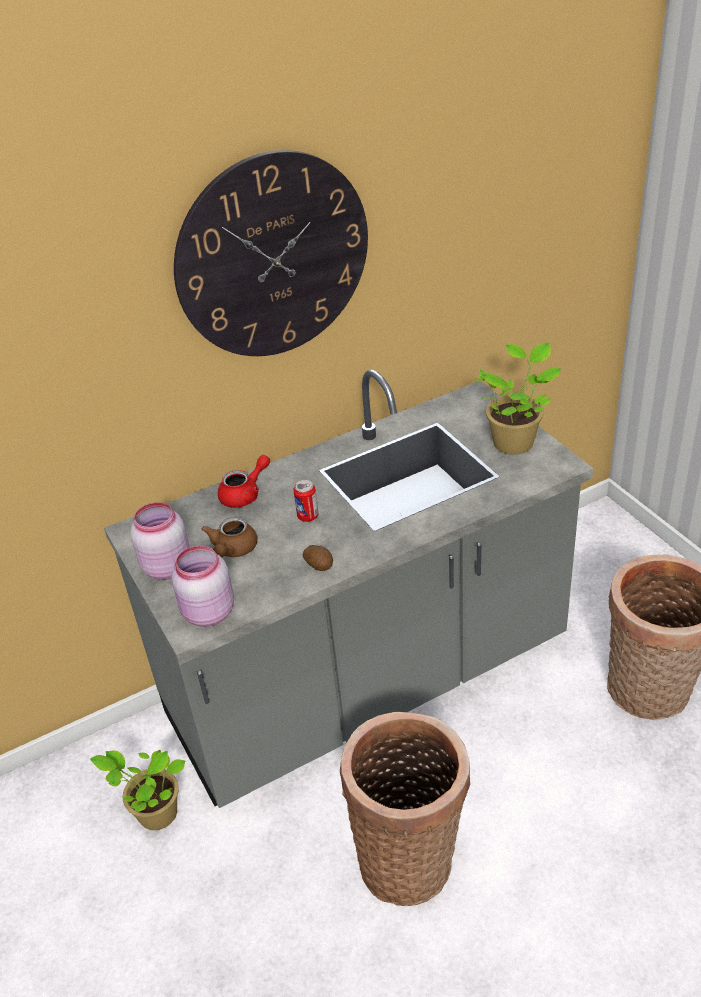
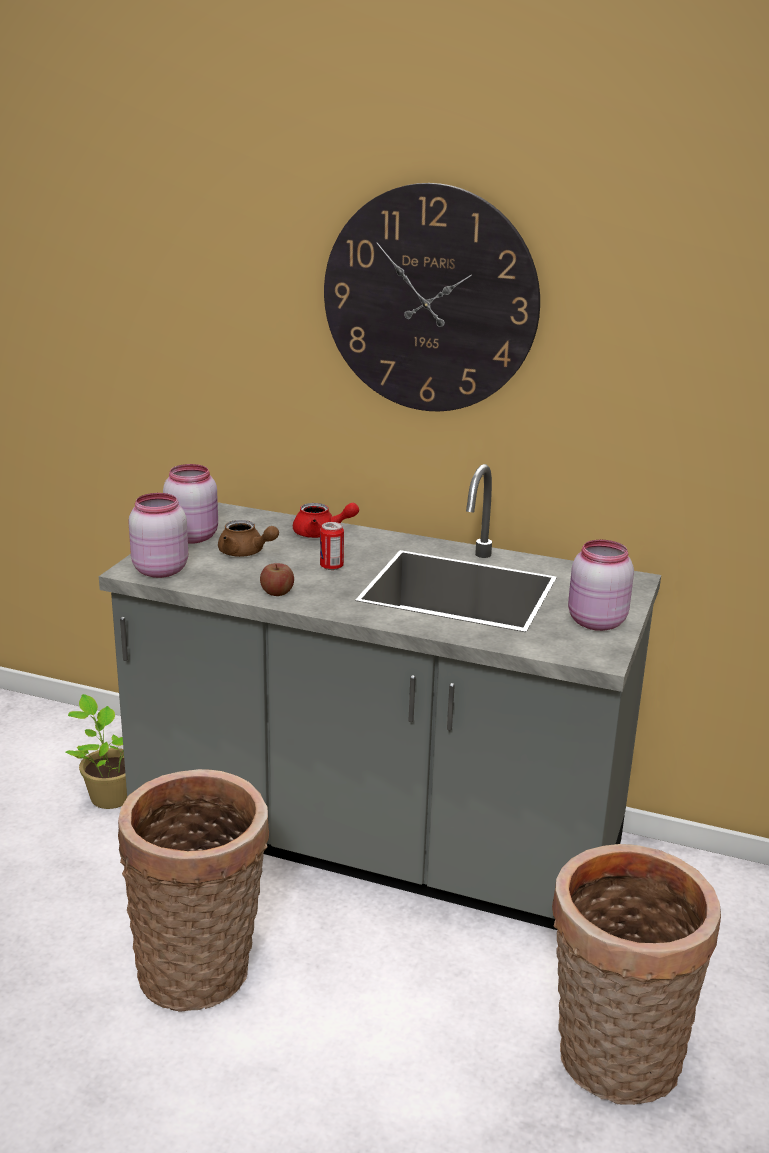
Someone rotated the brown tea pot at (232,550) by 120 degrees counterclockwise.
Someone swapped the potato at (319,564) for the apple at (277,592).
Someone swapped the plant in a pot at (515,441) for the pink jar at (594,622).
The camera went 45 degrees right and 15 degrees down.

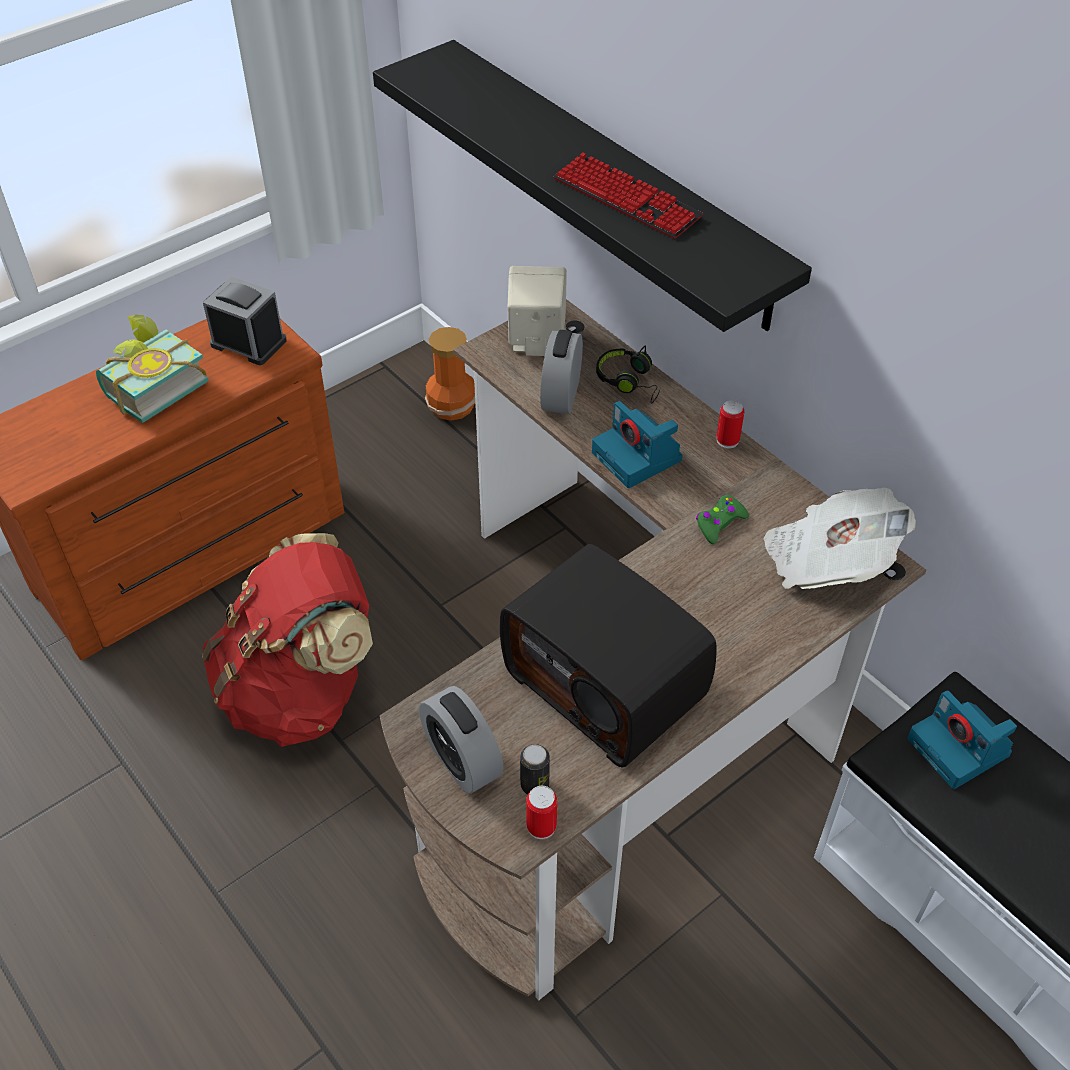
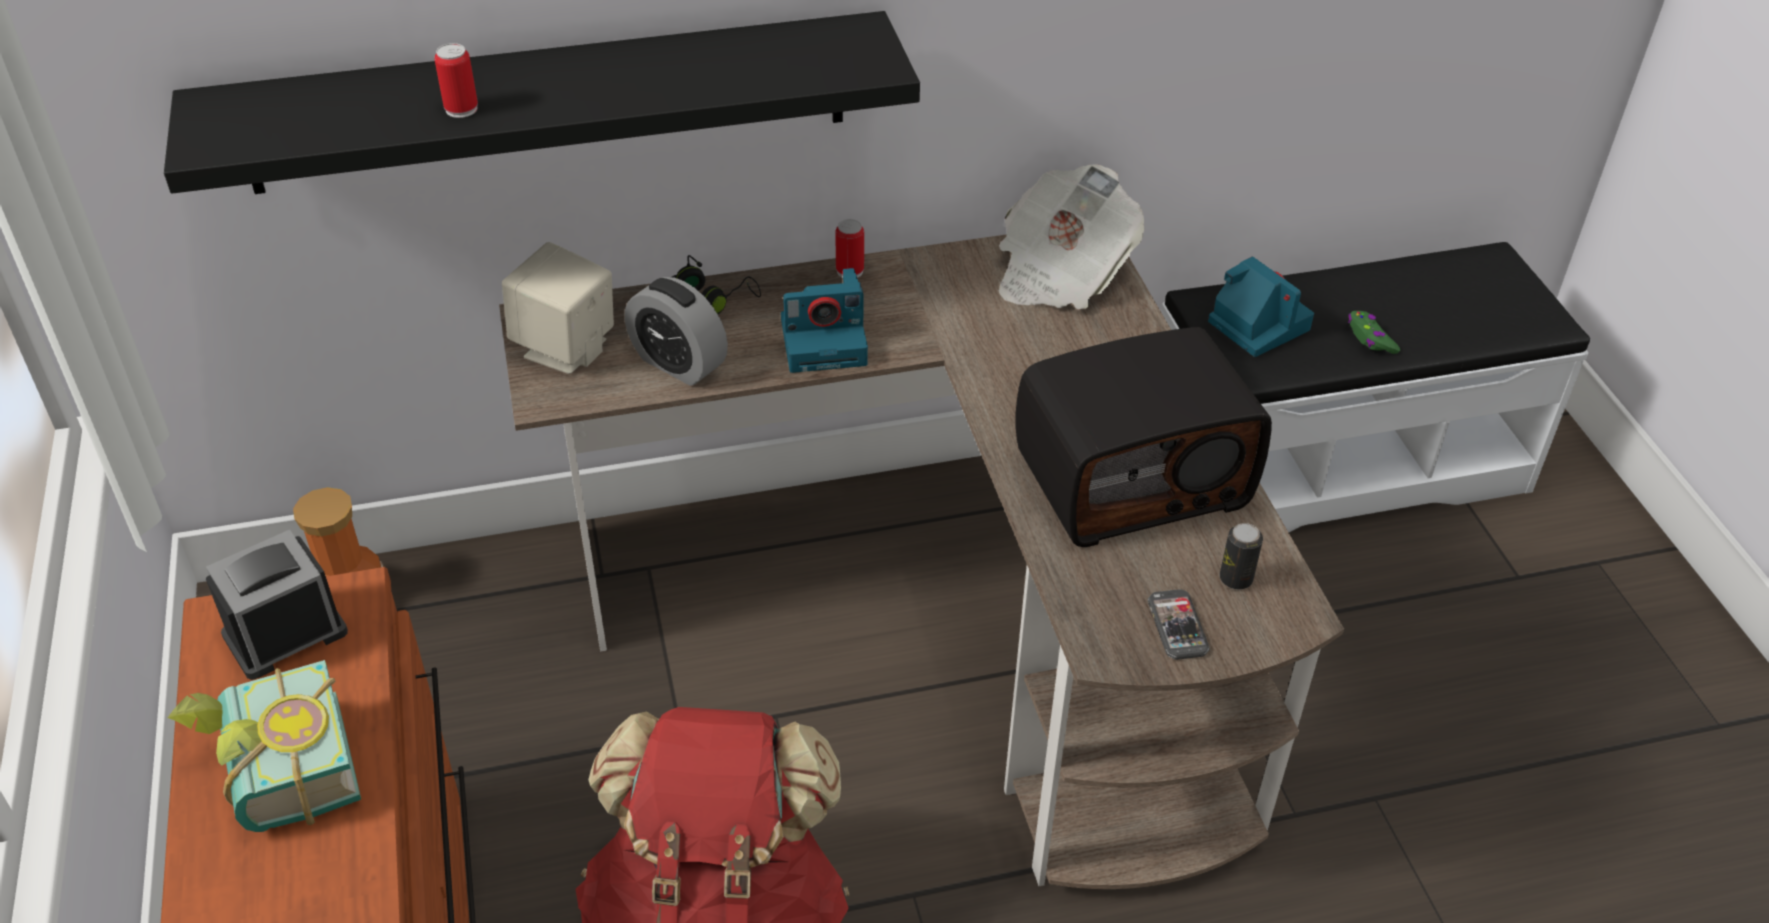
Someone swapped the table clock at (462,760) for the phone at (1177,626).
Someone carried the metal can from (541,826) to (461,109).
Someone took away the keyboard at (626,199).
Someone carried the green game controller from (719,523) to (1370,338).
Someone rotated the photo camera at (960,748) by 120 degrees counterclockwise.
The camera went 65 degrees left and 5 degrees down.

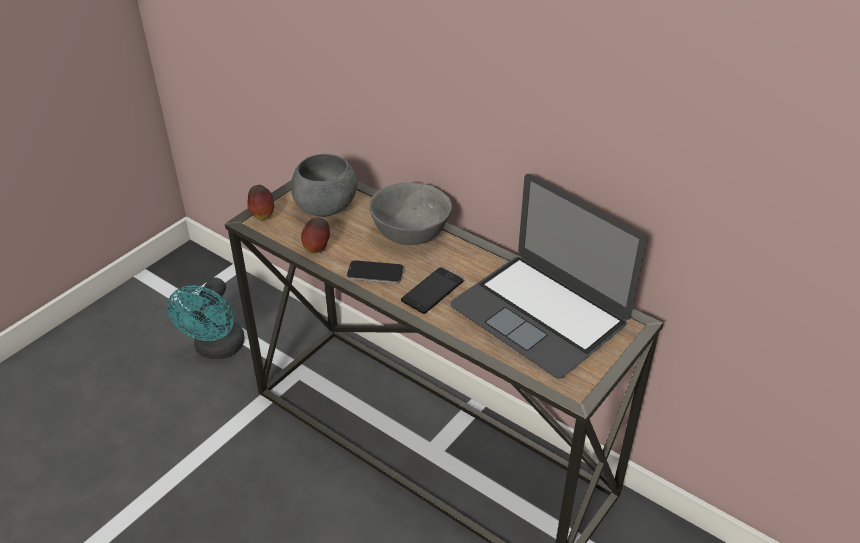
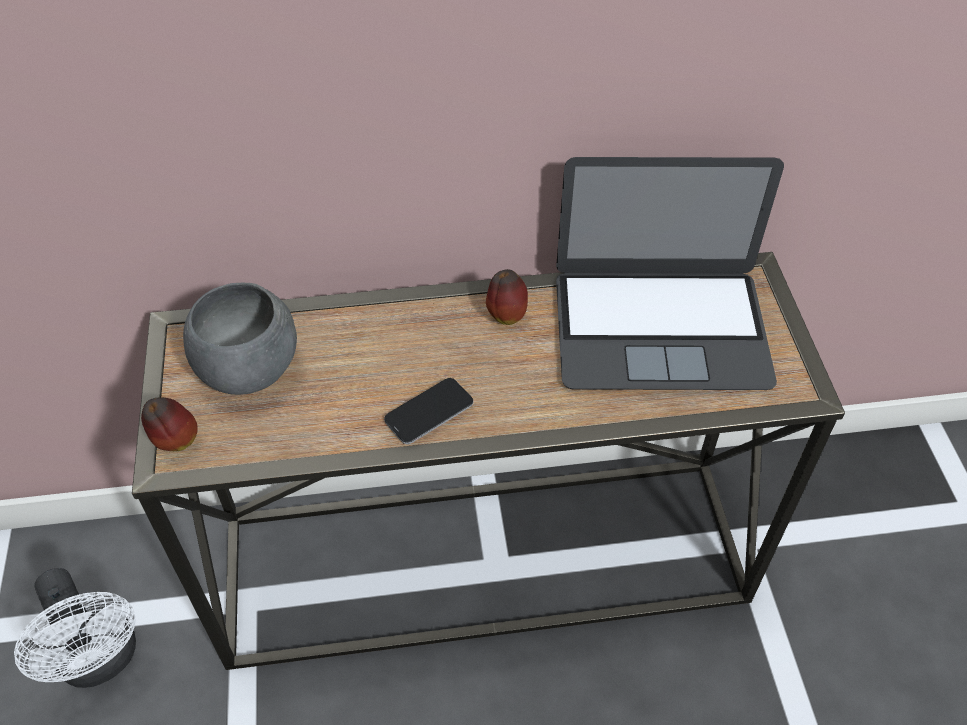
Someone repainted the turquoise cooling fan at (217,349), which became the white-coloured cooling fan at (101,661).
Someone carried the apple from (317,249) to (506,315).
Someone took away the gray deep dish at (410,231).
Someone took away the phone at (432,291).
The camera went 45 degrees left and 10 degrees up.

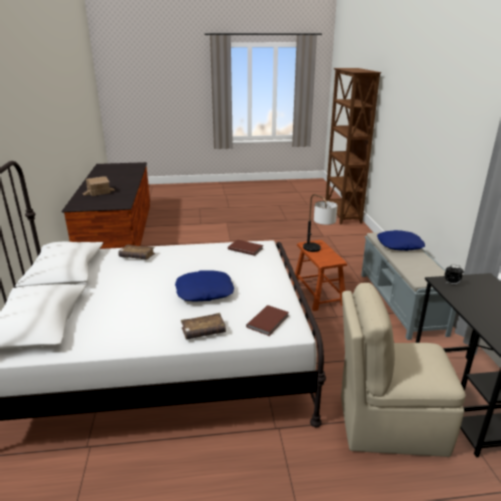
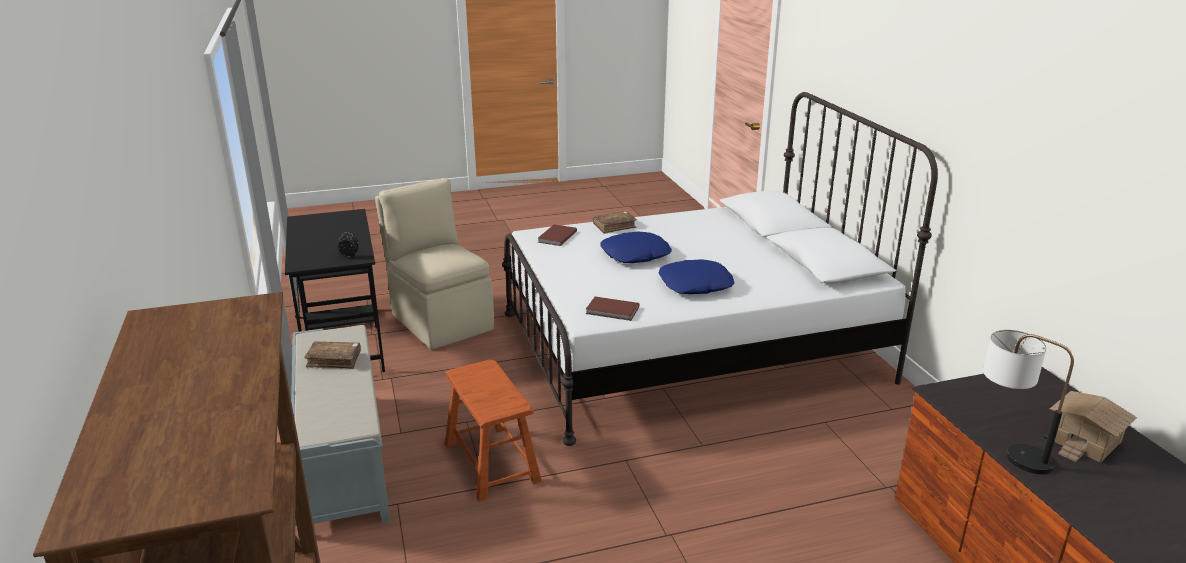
Someone carried the brown volume from (137,256) to (334,360).
Someone carried the lamp for a table from (317,251) to (1008,451).
Someone rotated the beige plain chair at (388,423) by 120 degrees counterclockwise.
Someone carried the bluish throw pillow from (399,245) to (695,285).
The camera went 170 degrees right and 0 degrees up.

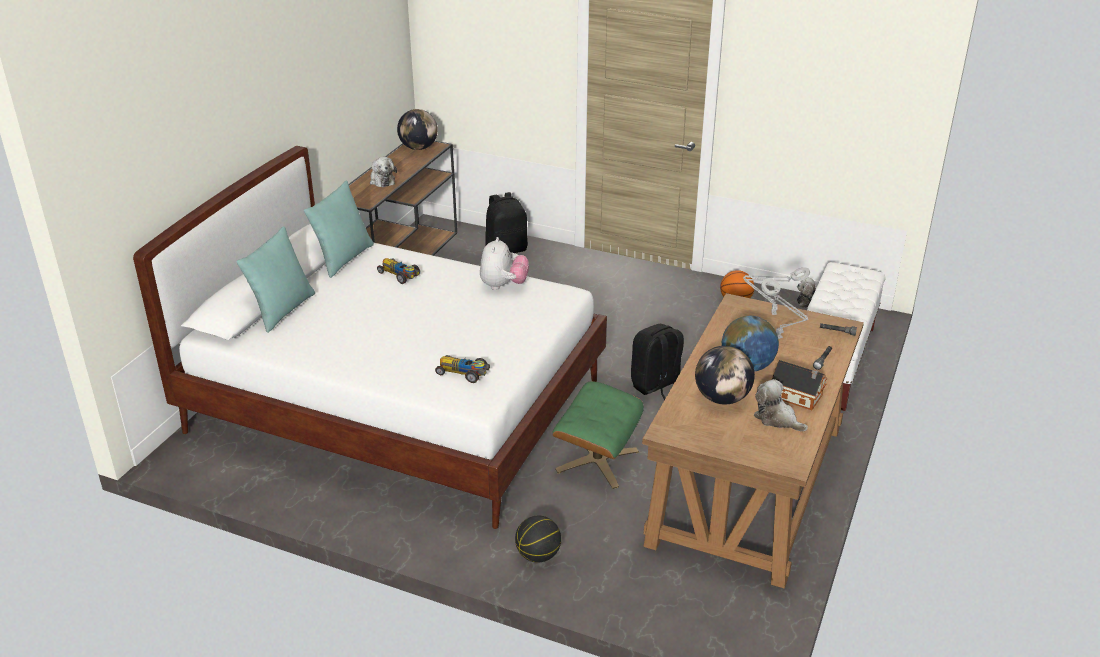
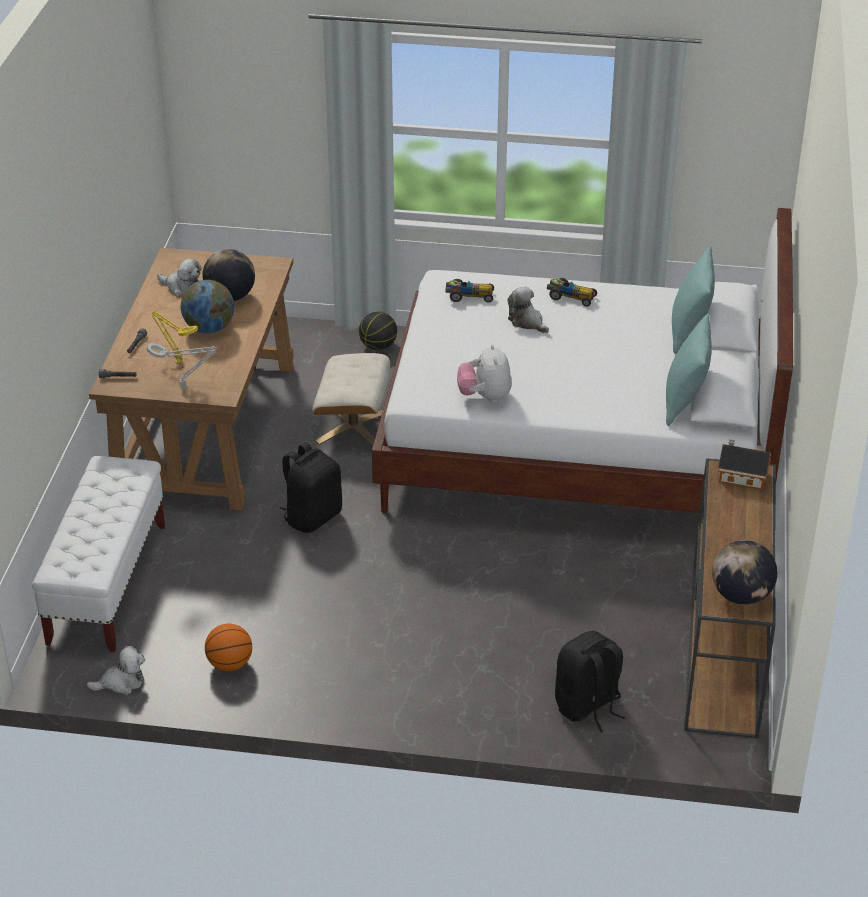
Someone carried the soft toy from (382,180) to (527,322).
Someone carried the toy car from (400,275) to (570,297).
Someone repainted the green ottoman at (597,460), which became the beige ottoman at (354,427).
Someone repainted the gray lamp for a table at (780,339), which became the yellow lamp for a table at (177,361).
Someone carried the miniature house from (798,397) to (741,476).
The camera went 165 degrees right and 5 degrees up.

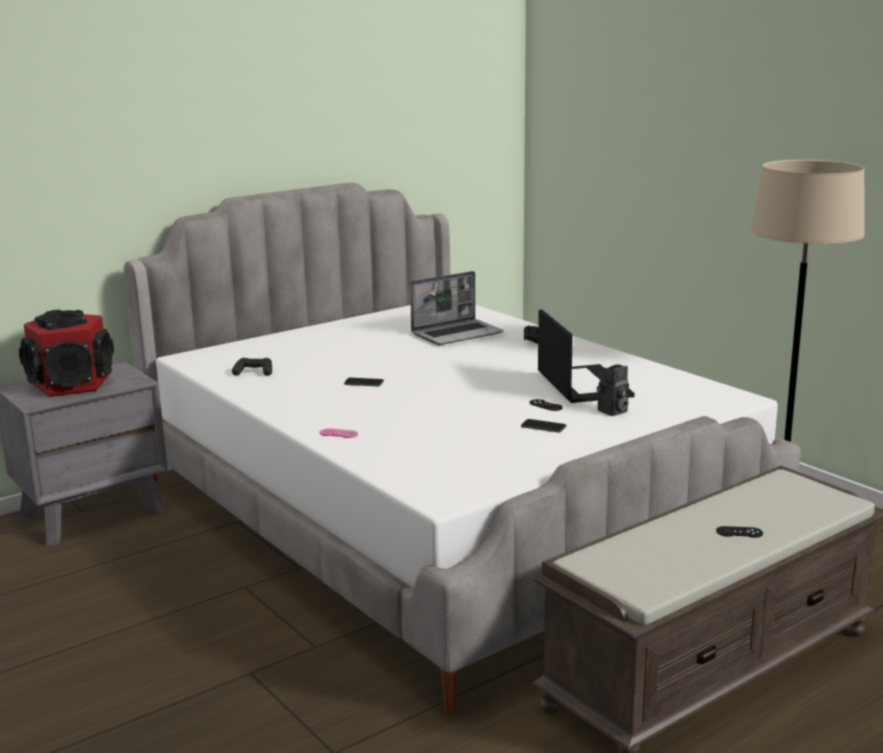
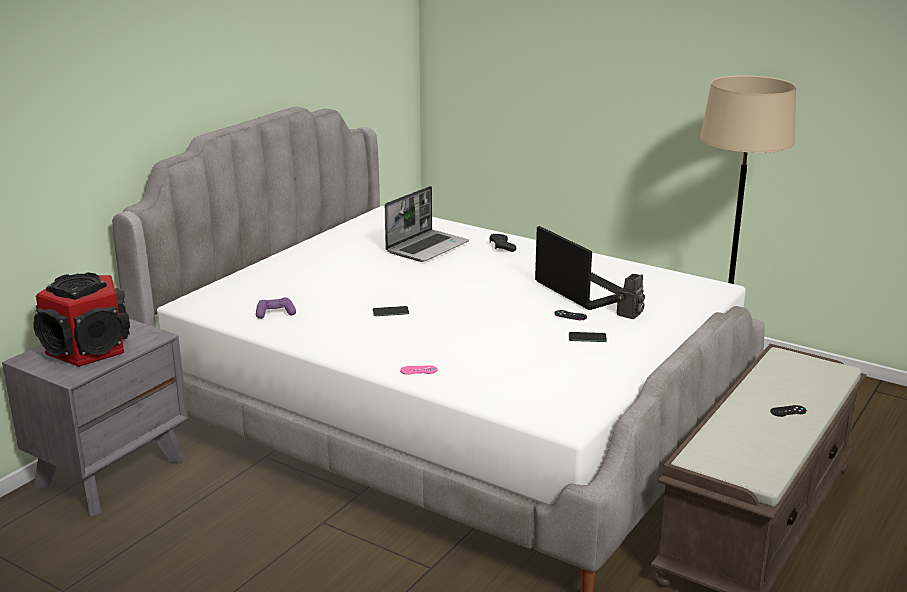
Someone repainted the black-coloured game controller at (254,372), which became the purple-coloured game controller at (275,313).
The camera went 20 degrees left and 5 degrees up.

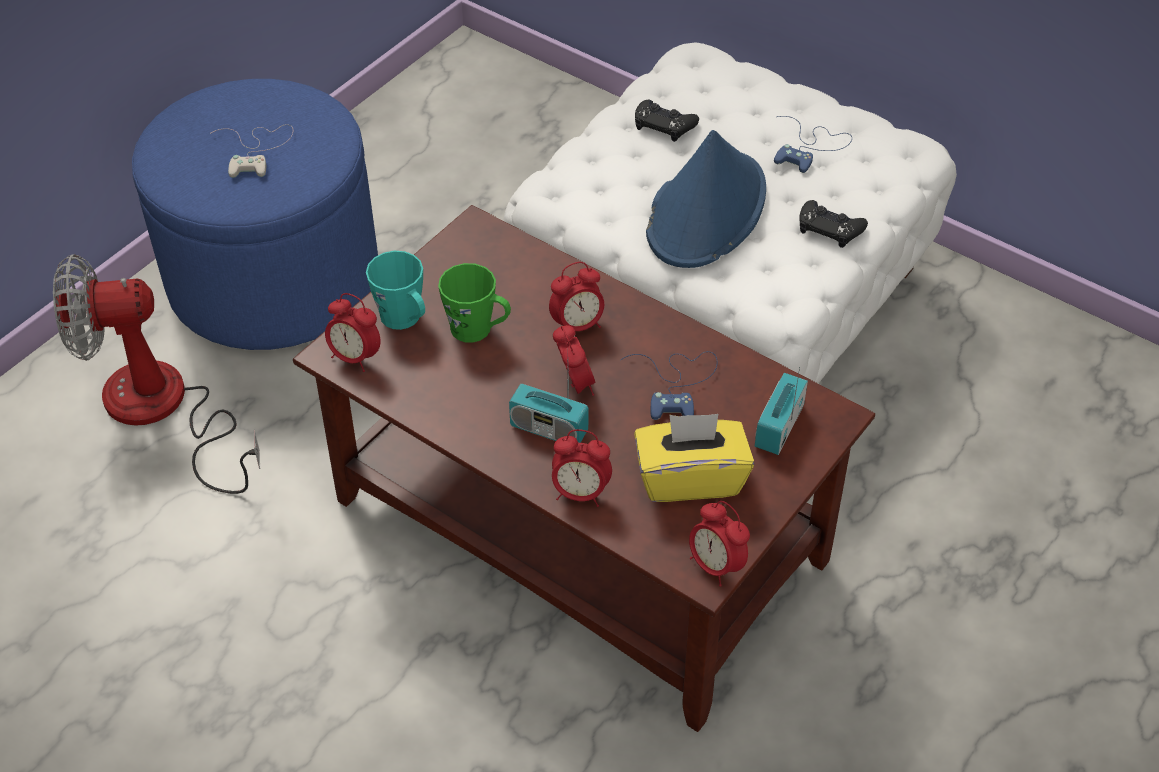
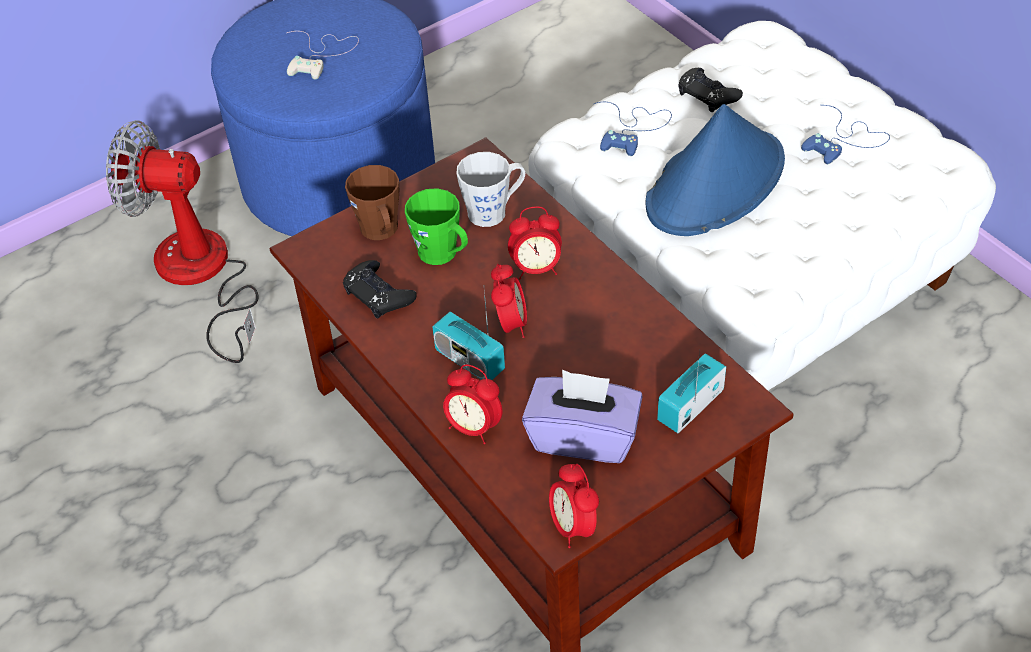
Someone took away the table clock at (355,357).
Someone repainted the turquoise tea mug at (405,319), which became the brown tea mug at (381,232).
Someone carried the bluish game controller from (677,383) to (632,129).
Someone repainted the yellow box of tissues at (690,478), which became the purple-coloured box of tissues at (583,436).
Someone carried the black-coloured game controller from (829,228) to (378,294).
Someone put down the gray tea mug at (494,211).
The camera went 20 degrees right and 0 degrees up.

